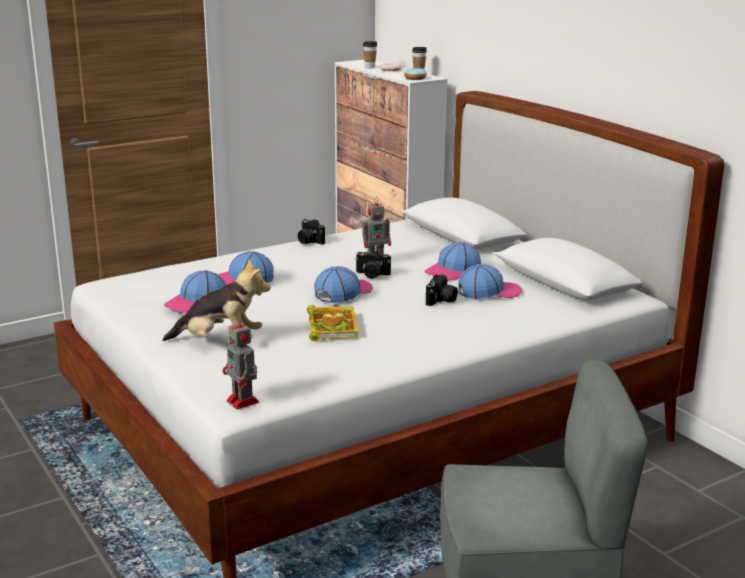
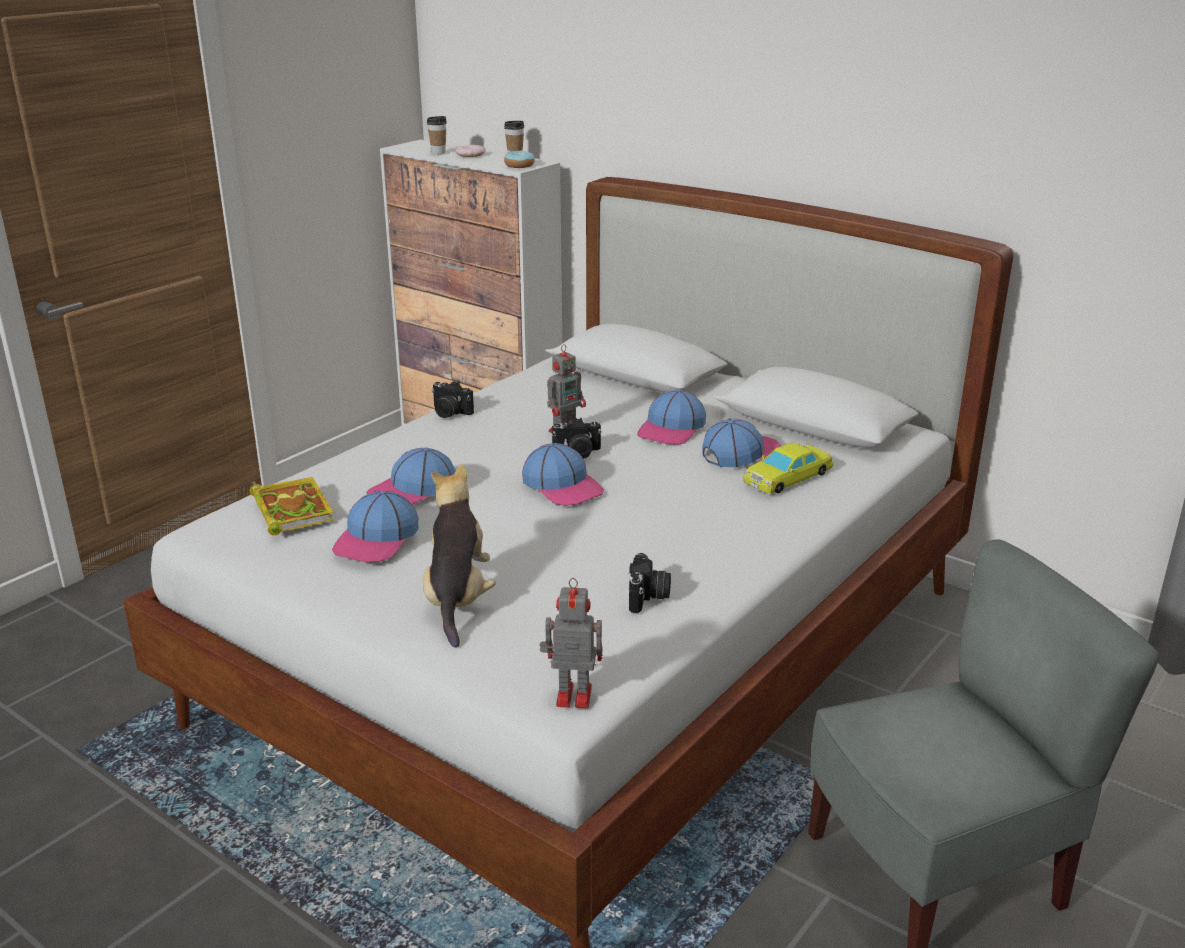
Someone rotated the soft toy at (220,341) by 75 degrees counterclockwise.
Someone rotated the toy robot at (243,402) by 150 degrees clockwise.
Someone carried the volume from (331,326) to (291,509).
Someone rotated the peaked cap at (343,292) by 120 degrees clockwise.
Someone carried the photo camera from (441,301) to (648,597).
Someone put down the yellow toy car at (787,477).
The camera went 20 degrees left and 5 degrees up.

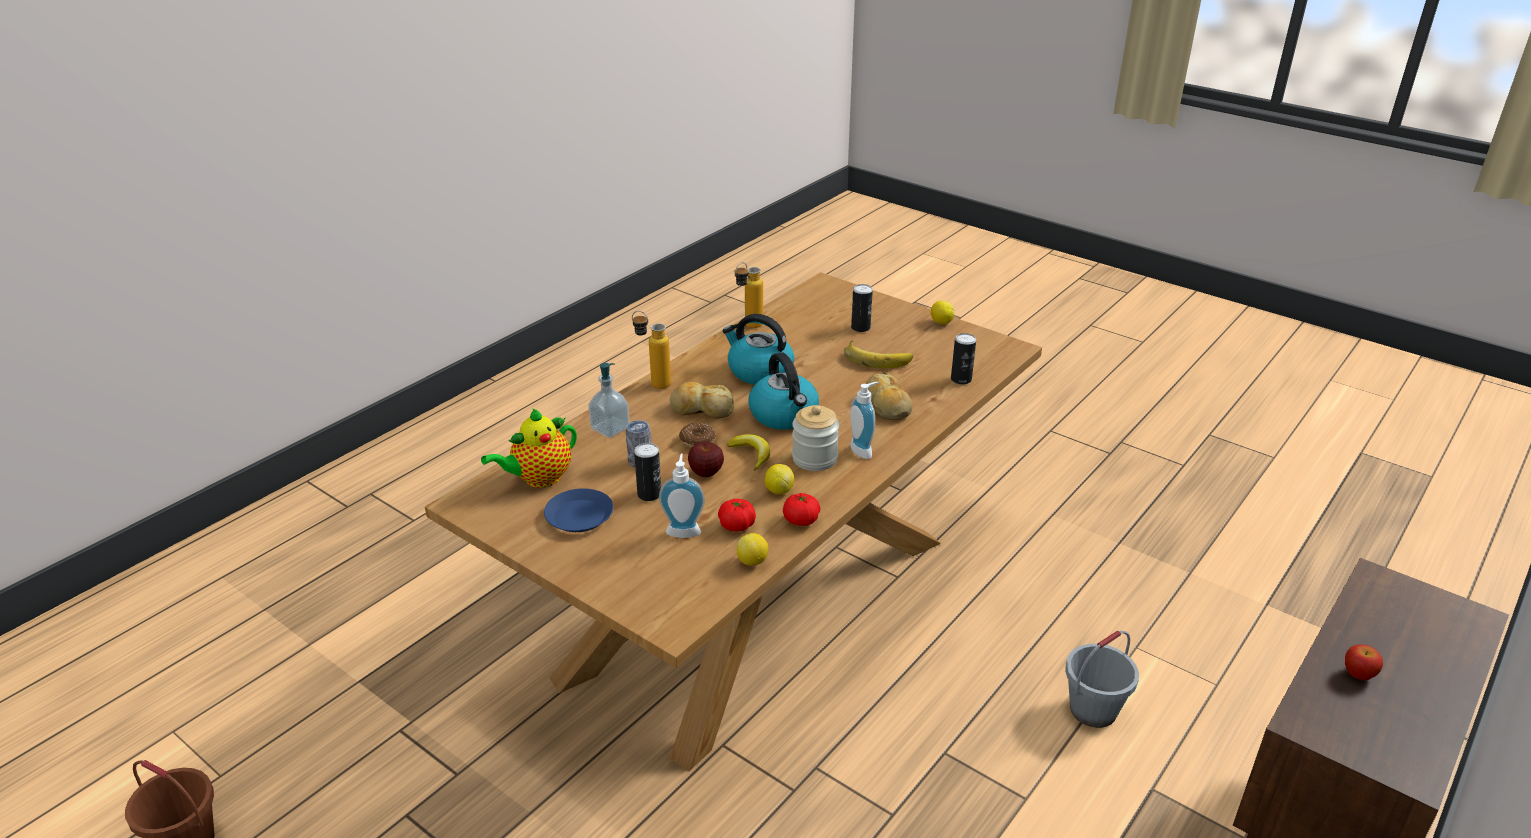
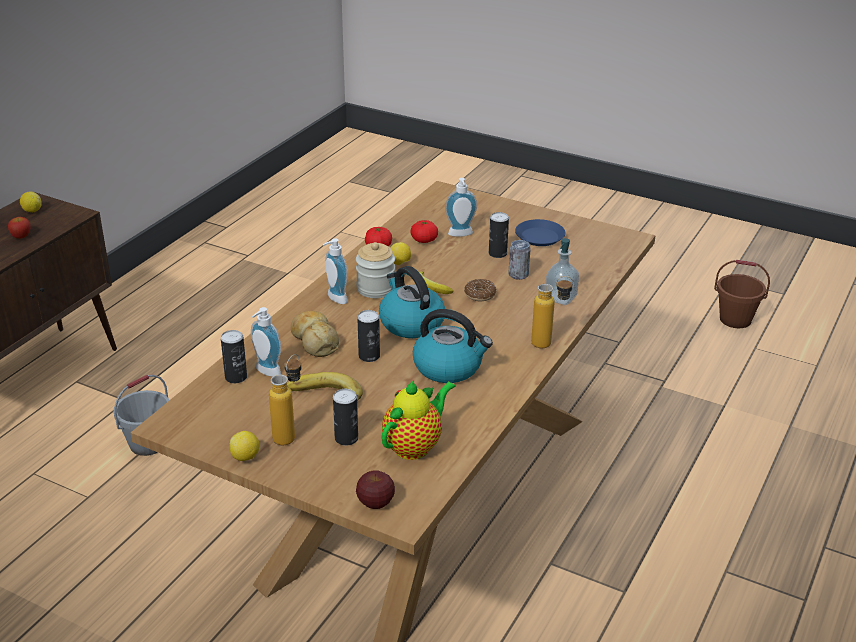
Someone carried the tea pot from (539,479) to (415,446).
Someone took away the baked bread at (702,409).
Someone carried the apple from (706,472) to (375,503).
Someone carried the bottle from (748,327) to (290,434).
Someone carried the citrus fruit from (752,562) to (32,211).
Someone put down the liquid soap bottle at (266,372).
Someone put down the metal can at (369,356).
The camera went 170 degrees right and 0 degrees up.

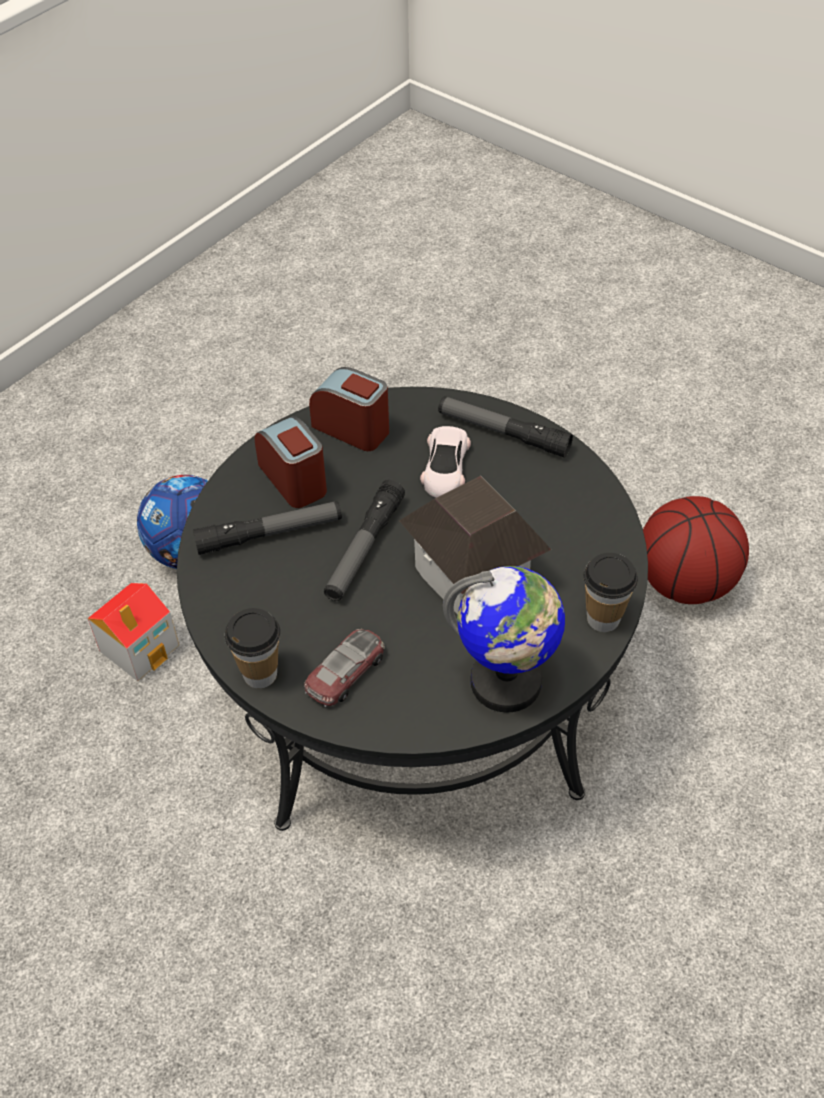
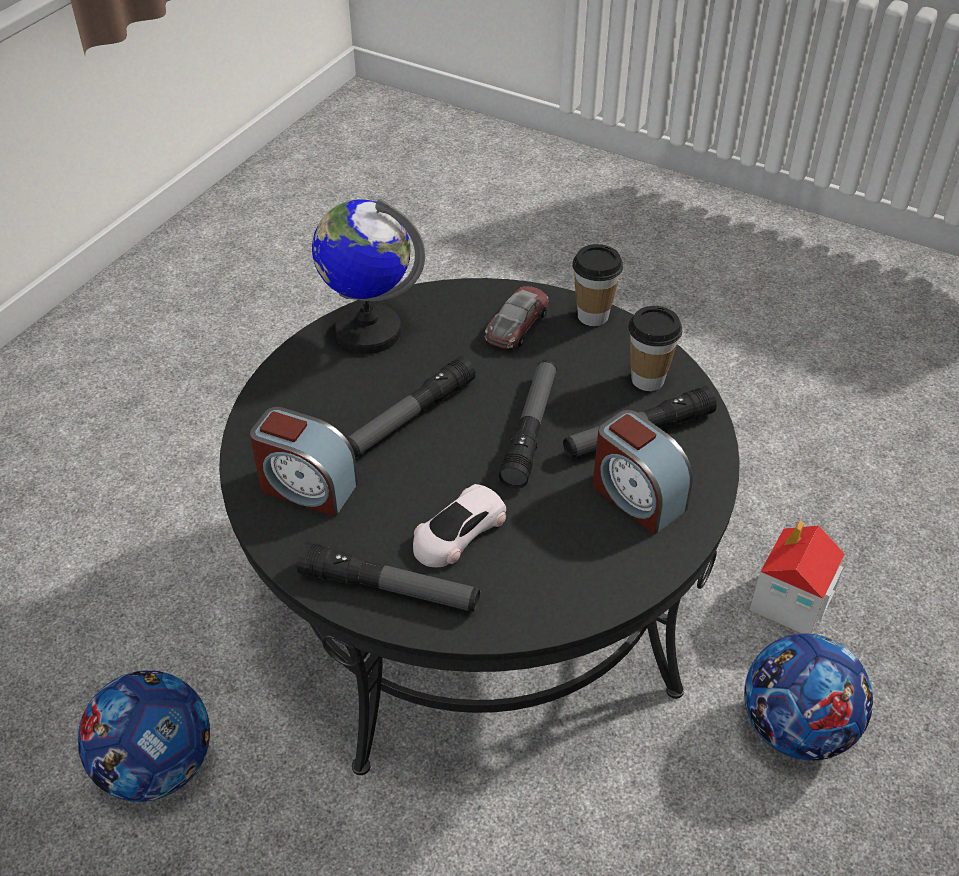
Someone carried the table clock from (352,428) to (306,487).
Someone swapped the miniature house at (472,574) for the hand torch at (410,417).
Someone rotated the white-coloured toy car at (445,467) by 135 degrees counterclockwise.
Someone carried the small cup from (603,618) to (648,380).
Someone swapped the basketball at (685,583) for the football at (157,766).
The camera went 170 degrees right and 5 degrees down.

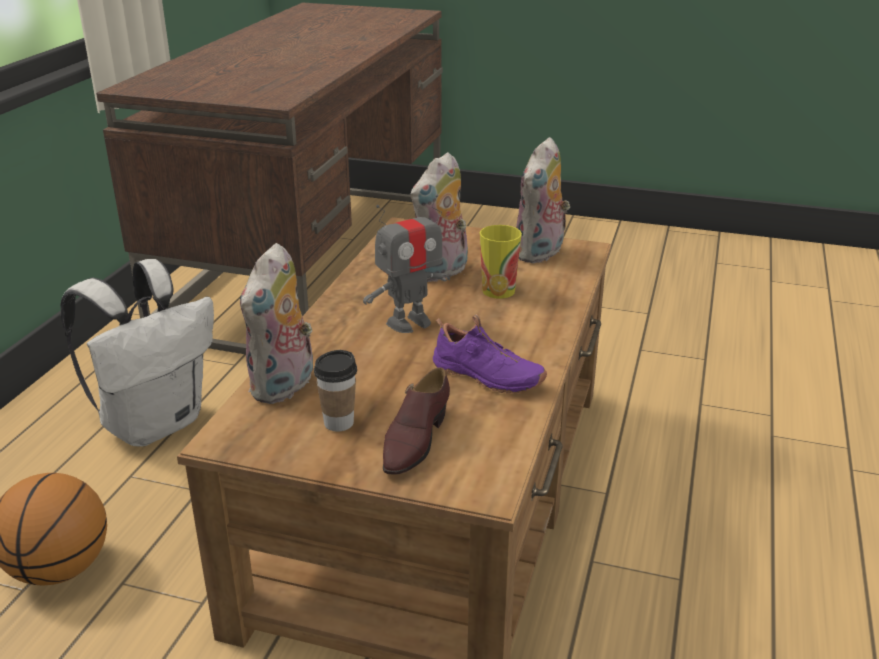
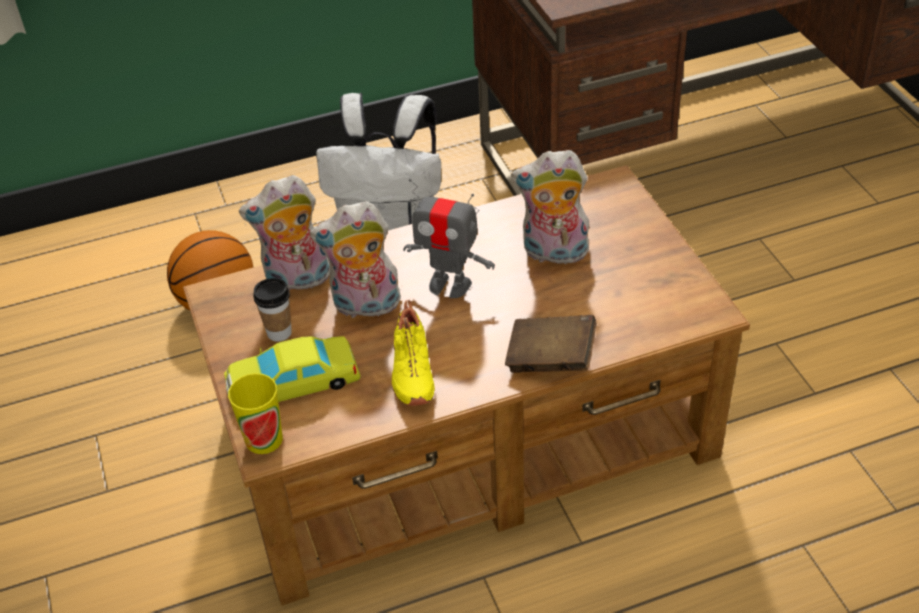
Someone swapped the brown item of footwear at (414,440) for the yellow toy car at (292,381).
Someone repainted the purple-coloured item of footwear at (486,377), which became the yellow item of footwear at (410,371).
Someone carried the small cup from (498,291) to (264,439).
Someone carried the soft toy from (540,254) to (365,306).
Someone put down the brown volume at (550,359).
The camera went 55 degrees right and 15 degrees up.

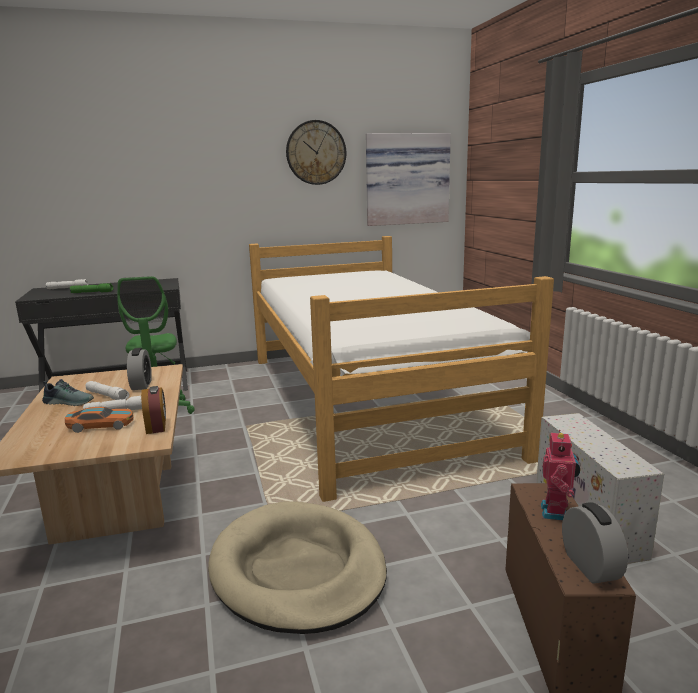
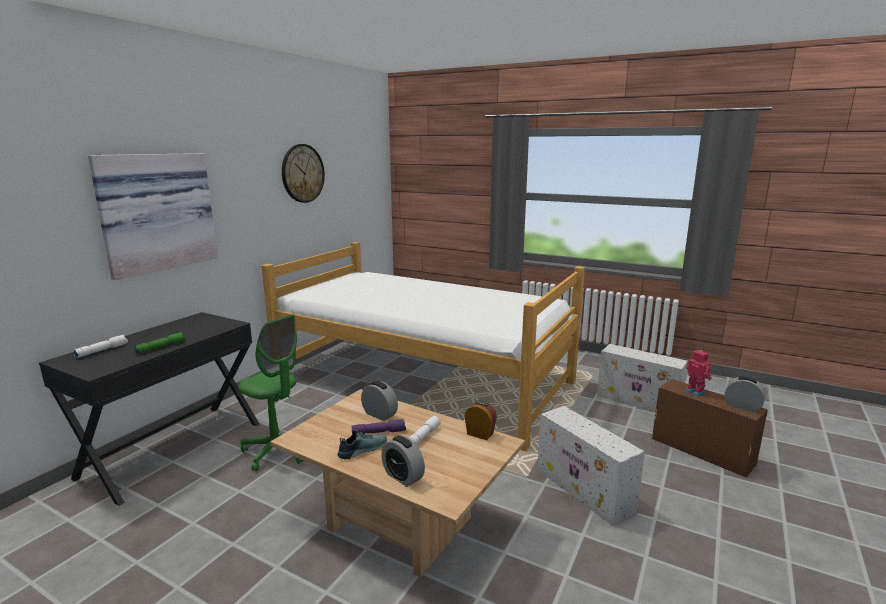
Someone took away the toy car at (101,425).
Someone repainted the white-coloured hand torch at (108,396), which became the purple-coloured hand torch at (379,432).
Someone swapped the beige dog cushion at (298,570) for the white-coloured storage box at (585,491).
Someone carried the picture from (406,179) to (156,212).
Someone put down the table clock at (403,477).
The camera went 45 degrees left and 0 degrees up.

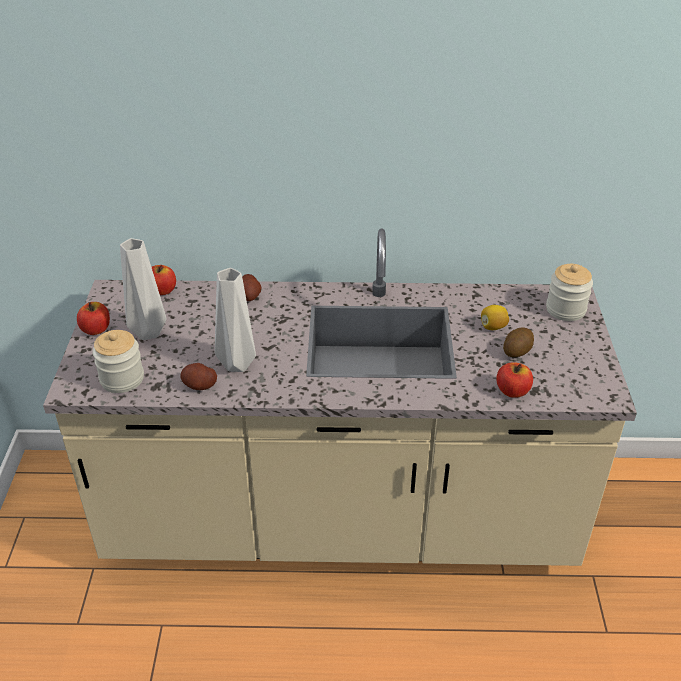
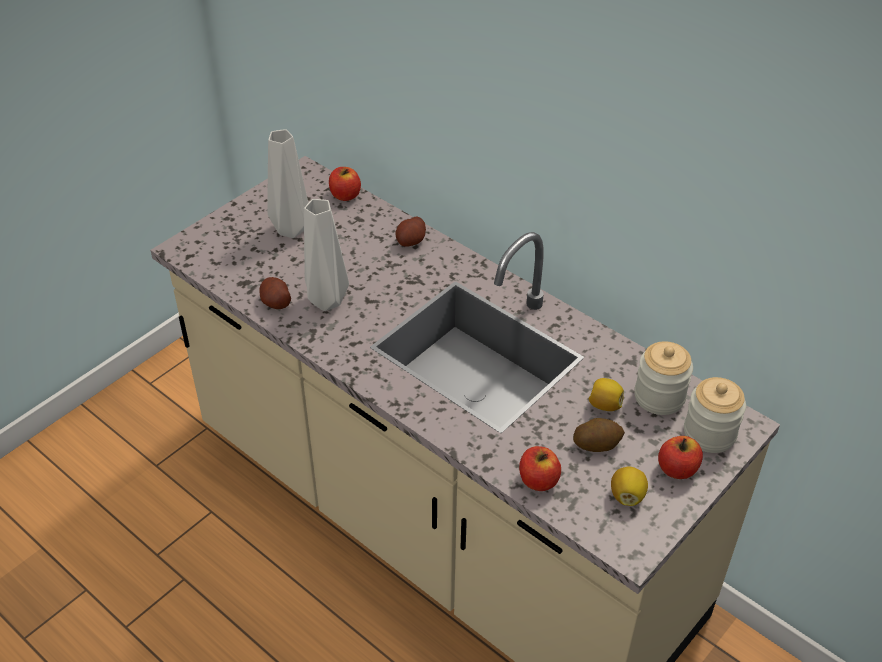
Someone carried the apple from (96,329) to (677,469).
Someone carried the jar from (122,379) to (659,397).
Someone put down the citrus fruit at (627,496).
The camera went 40 degrees right and 5 degrees up.

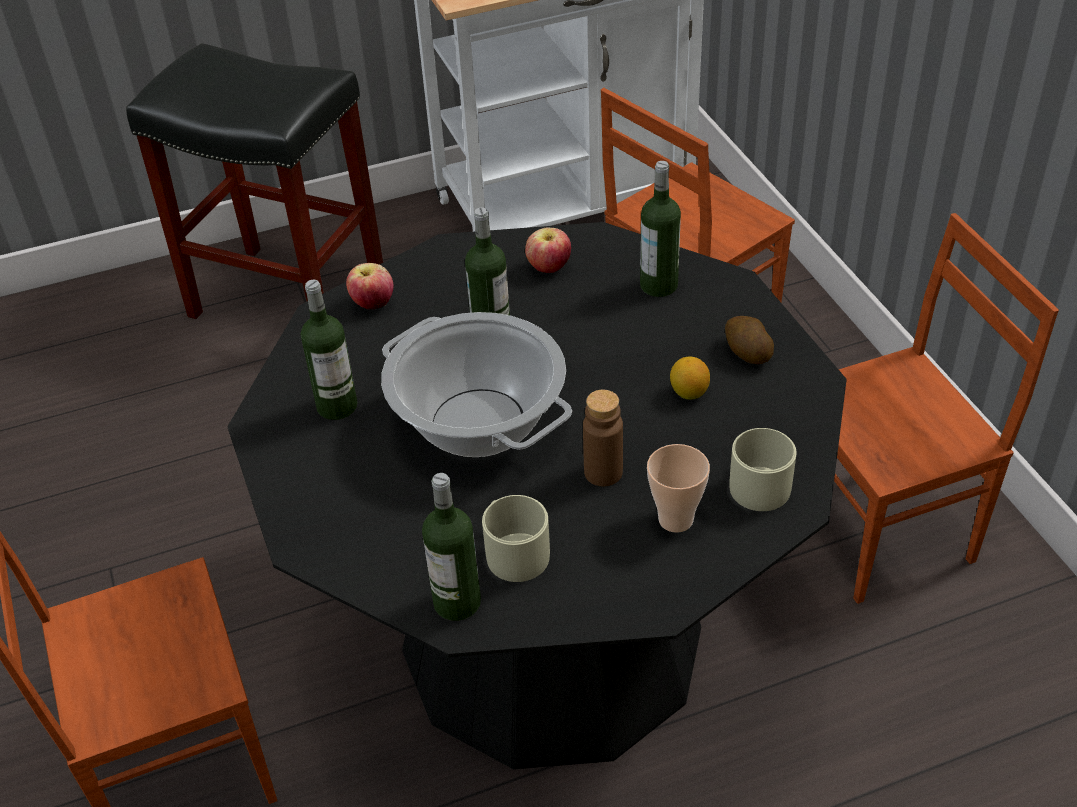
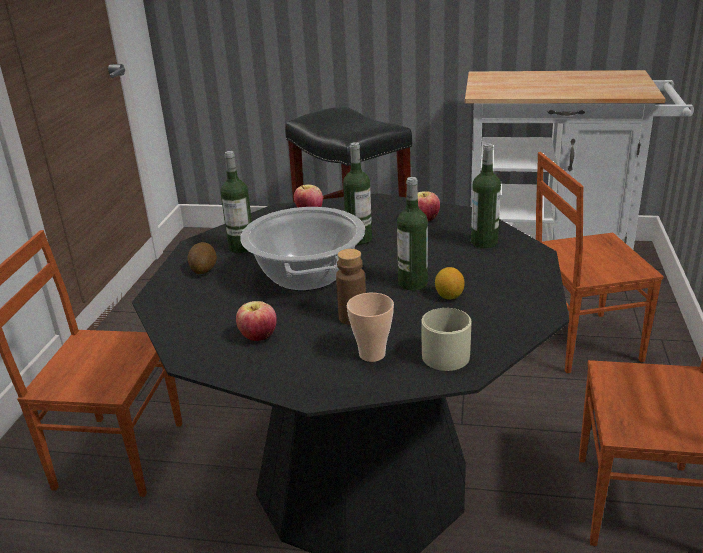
Someone carried the bottle from (457,602) to (412,283).
Someone swapped the beige tea mug at (513,551) for the apple at (258,337).
Someone carried the potato from (747,353) to (203,268).
The camera went 30 degrees right and 15 degrees down.

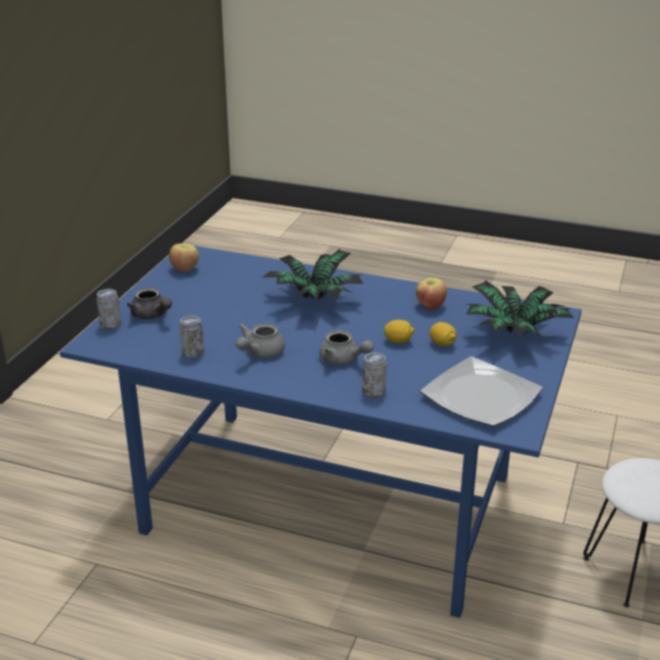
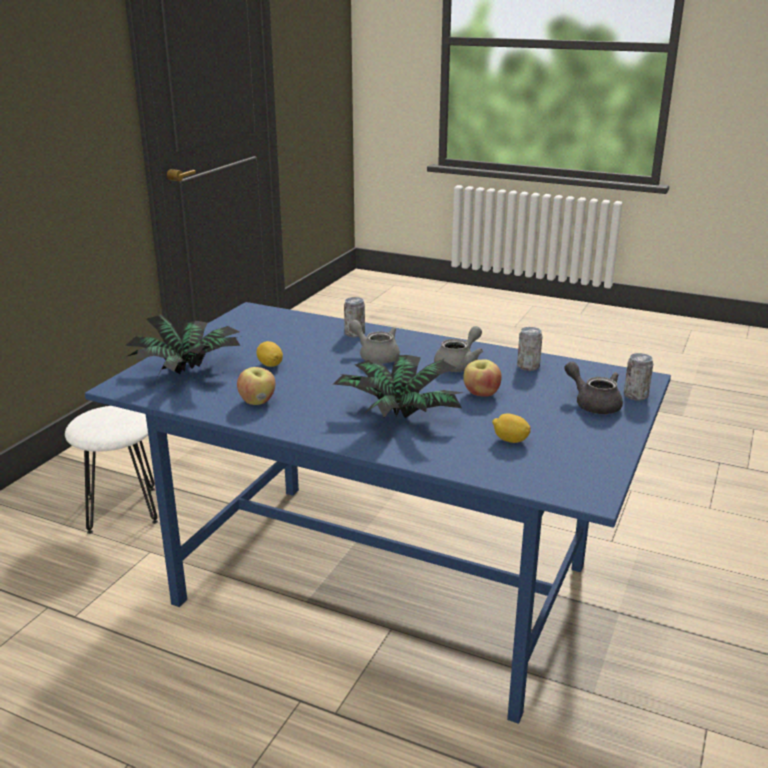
Someone carried the apple from (185,269) to (481,394).
Someone carried the citrus fruit from (398,341) to (510,440).
Someone took away the flat dish at (480,395).
The camera went 175 degrees left and 5 degrees down.

